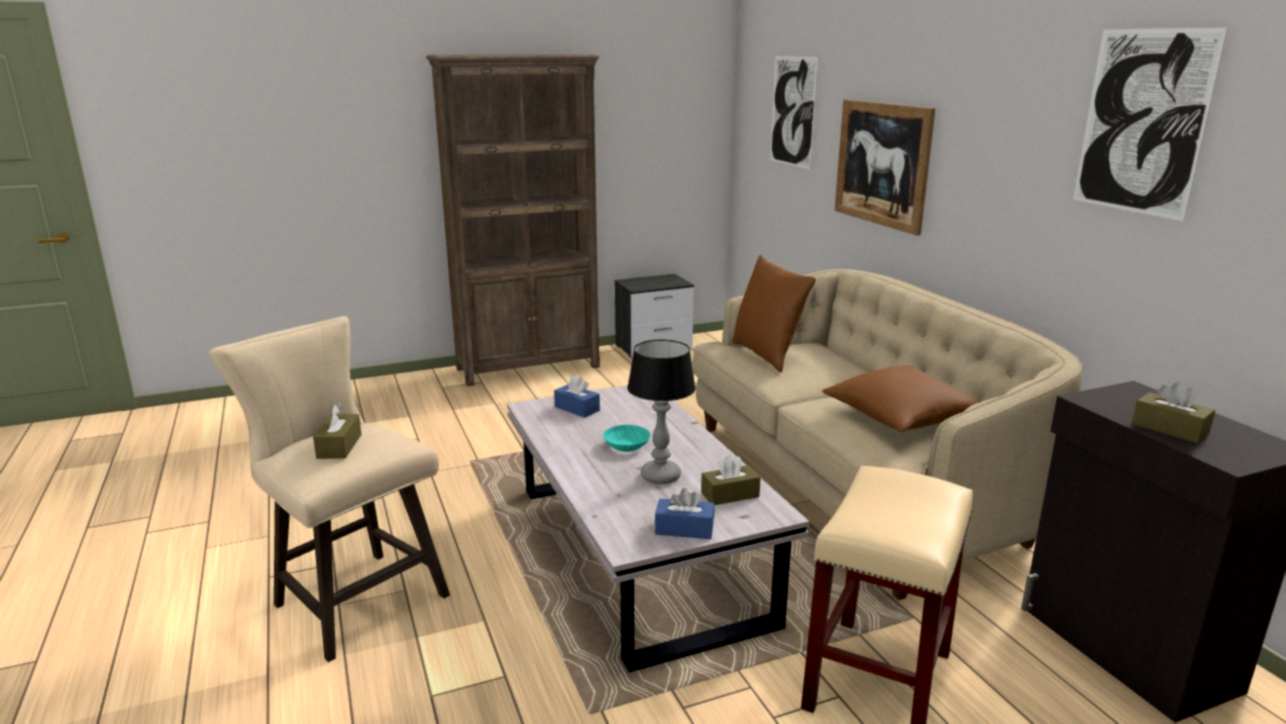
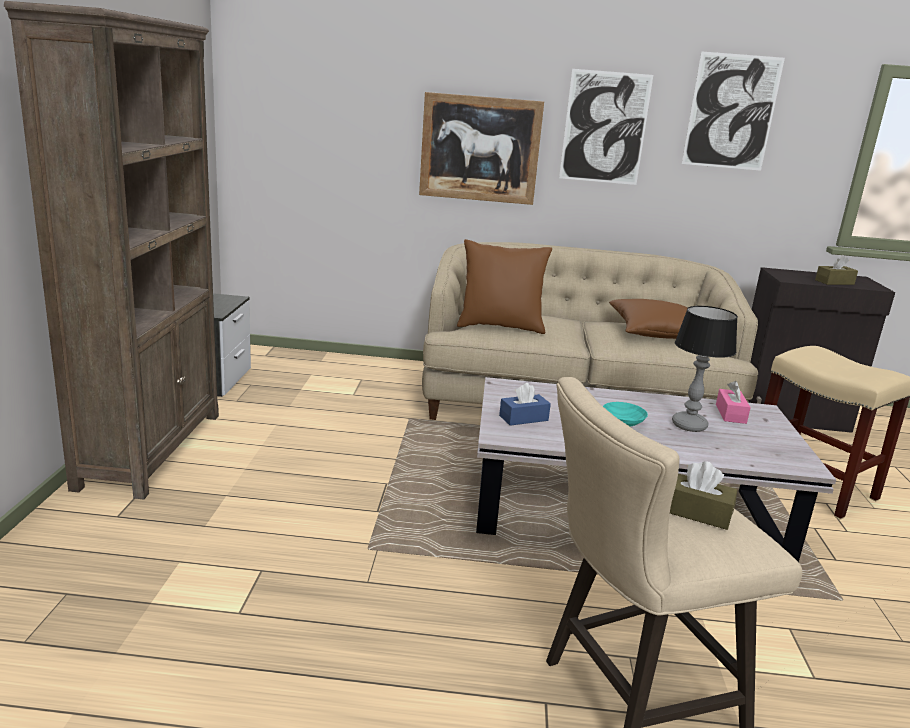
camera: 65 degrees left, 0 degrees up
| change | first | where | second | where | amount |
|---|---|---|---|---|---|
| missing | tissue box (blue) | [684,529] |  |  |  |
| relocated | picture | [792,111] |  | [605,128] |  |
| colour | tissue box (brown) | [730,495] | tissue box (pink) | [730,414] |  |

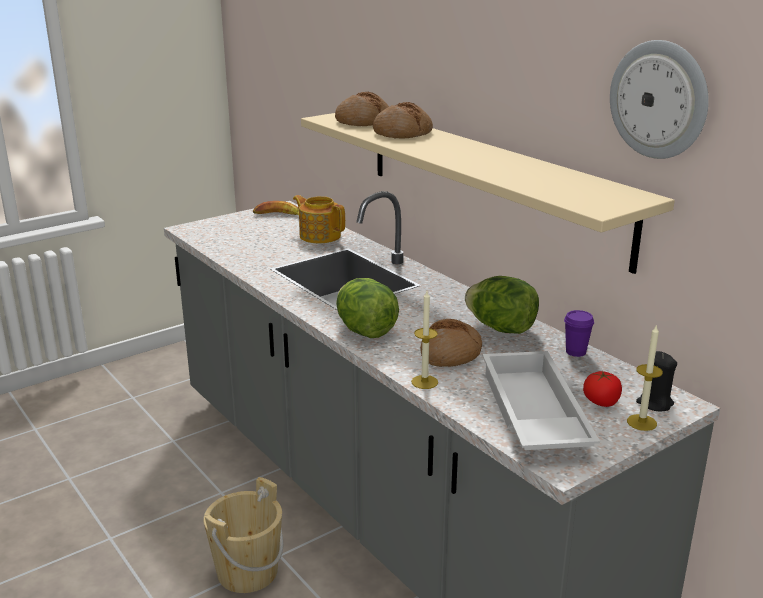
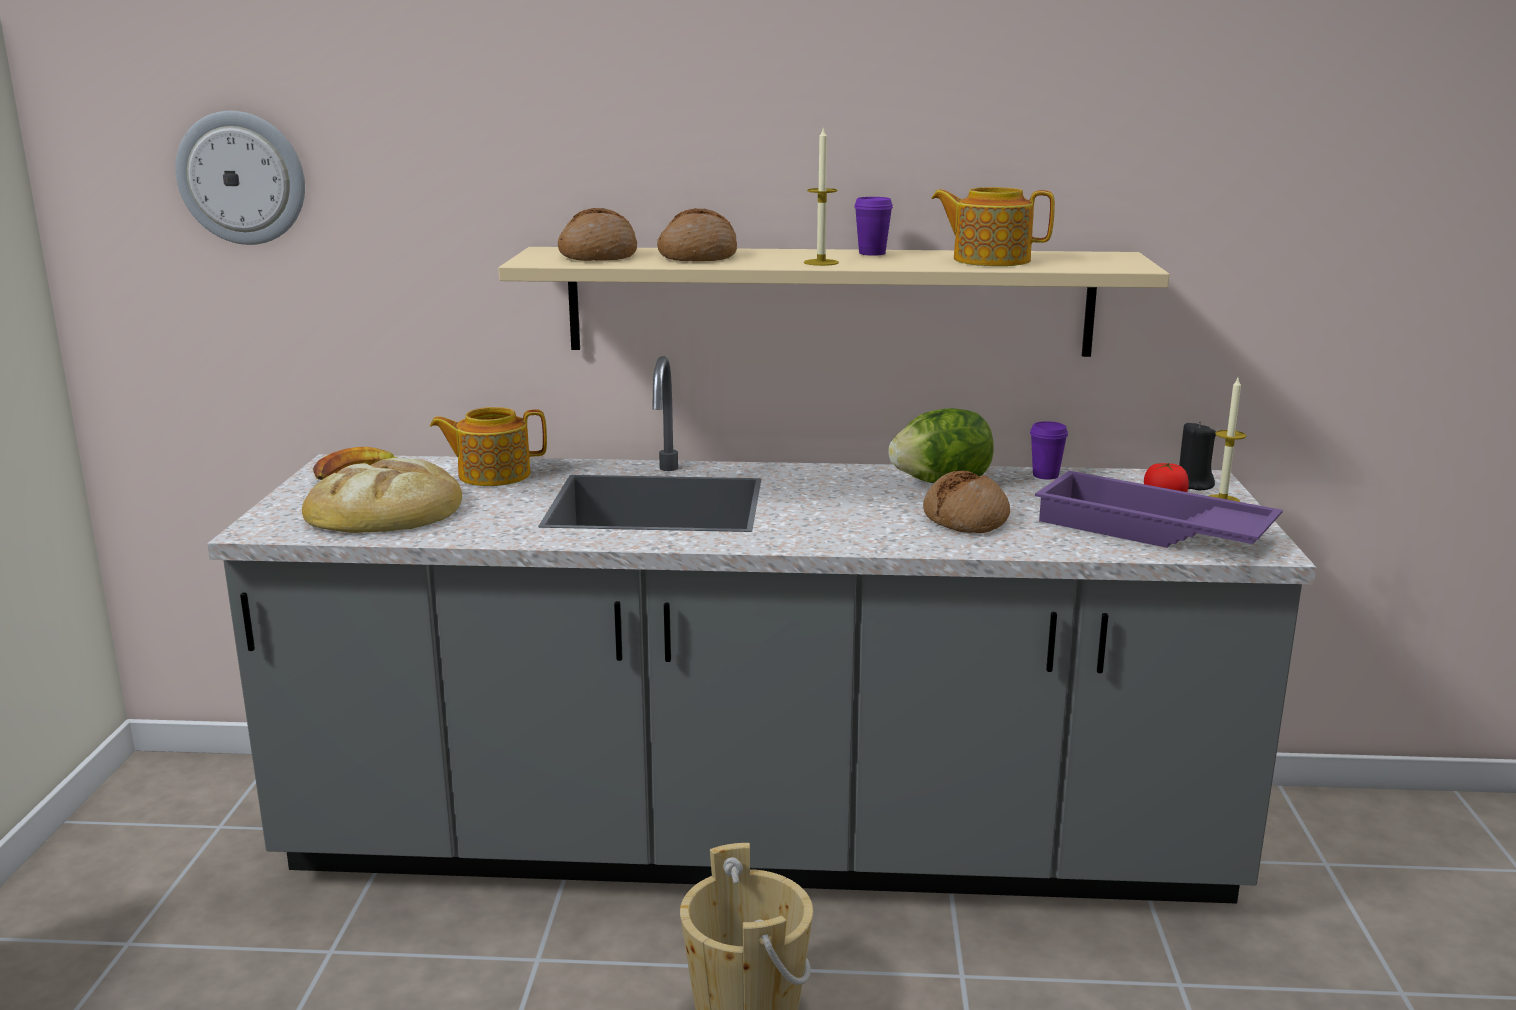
camera: 50 degrees left, 5 degrees down
| change | first | where | second | where | amount |
|---|---|---|---|---|---|
| missing | lettuce | [365,331] |  |  |  |
| appeared |  |  | bread | [386,510] |  |
| appeared |  |  | cup (purple) | [872,253] |  |
| appeared |  |  | teapot | [989,260] |  |
| relocated | candle | [424,382] |  | [821,262] |  |
| relocated | wall clock | [659,99] |  | [242,178] |  |
| colour | tray (white) | [531,413] | tray (purple) | [1150,530] |  |

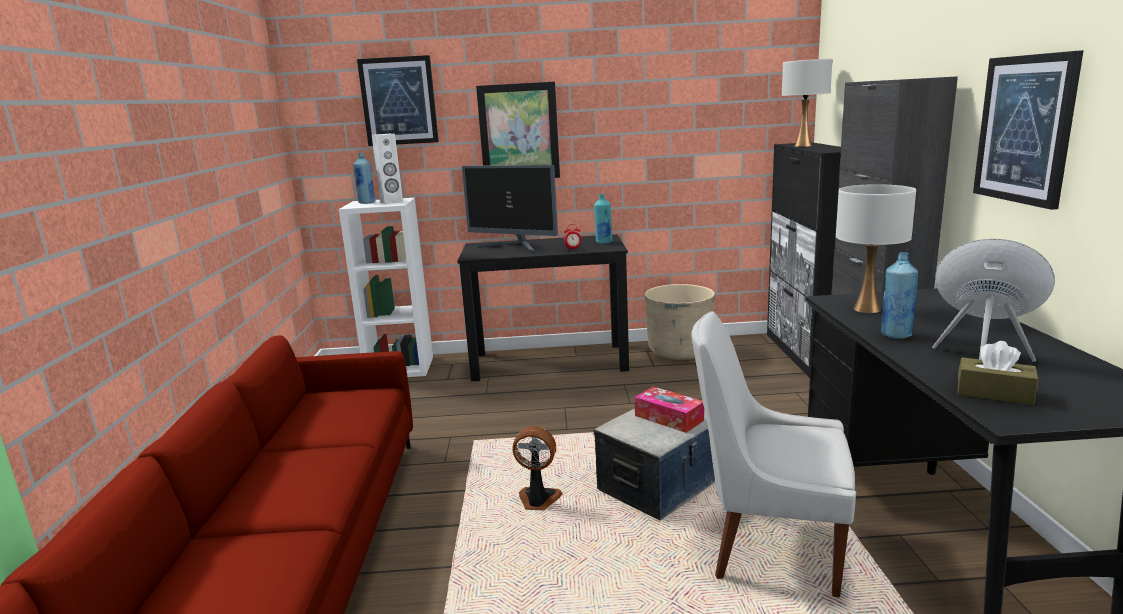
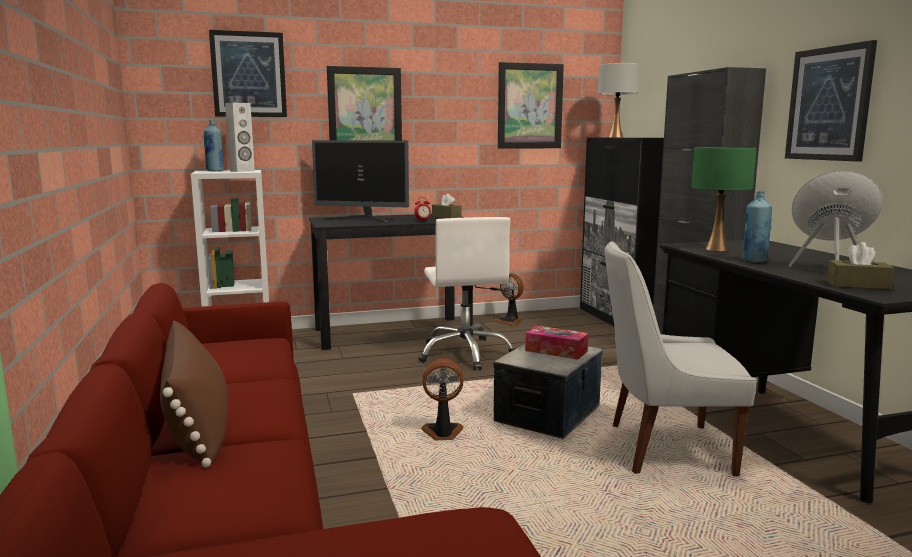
camera: 15 degrees left, 5 degrees down
| change | first | where | second | where | amount |
|---|---|---|---|---|---|
| appeared |  |  | pillow (brown) | [198,425] |  |
| appeared |  |  | office chair (white) | [465,353] |  |
| appeared |  |  | picture | [530,106] |  |
| exchanged | bottle (turquoise) | [603,242] | tissue box (brown) | [446,217] |  |
| exchanged | planter (beige) | [679,351] | fan | [510,321] |  |
| colour | table lamp (white) | [866,309] | table lamp (green) | [716,249] |  |

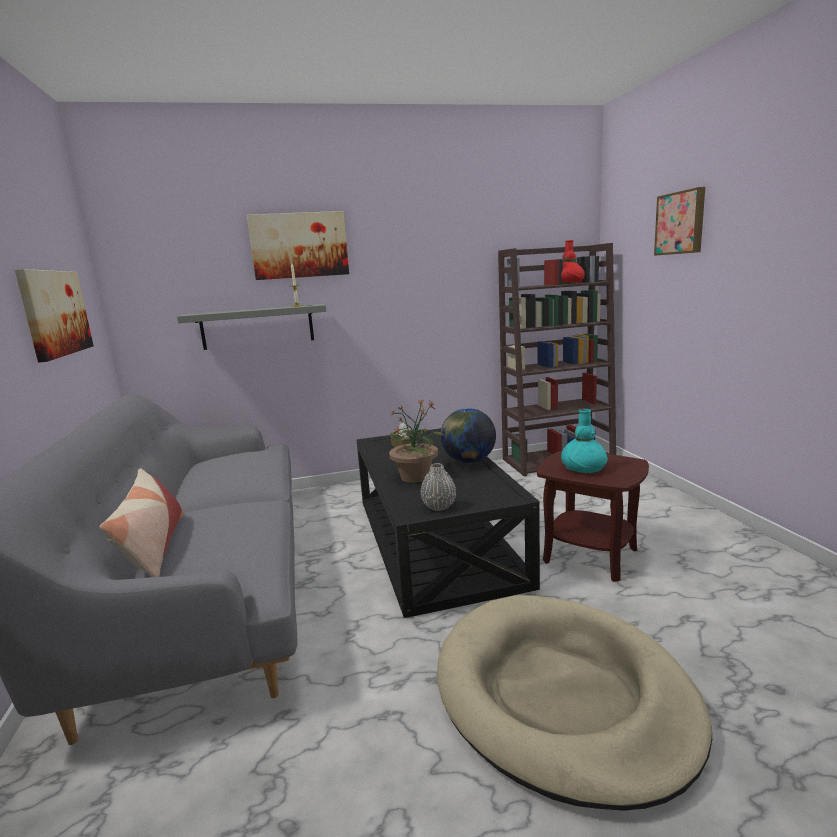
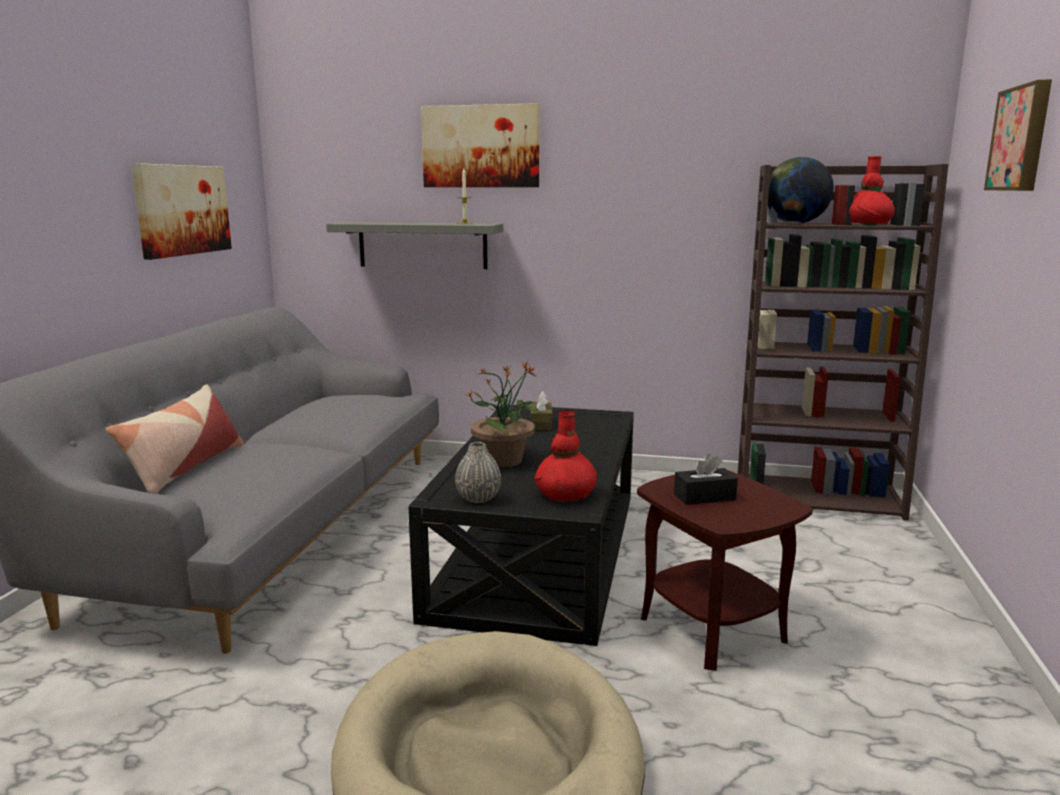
camera: 25 degrees right, 0 degrees up
| change | first | where | second | where | amount |
|---|---|---|---|---|---|
| appeared |  |  | vase (red) | [566,493] |  |
| relocated | globe | [468,461] |  | [795,223] |  |
| exchanged | vase (turquoise) | [583,468] | tissue box (black) | [704,497] |  |

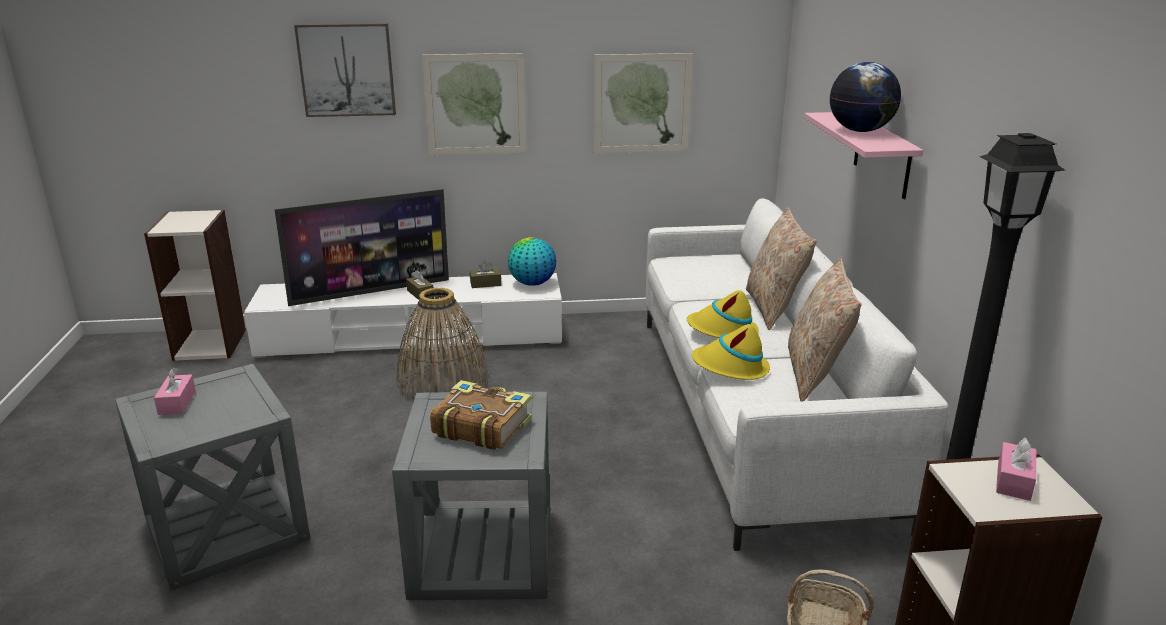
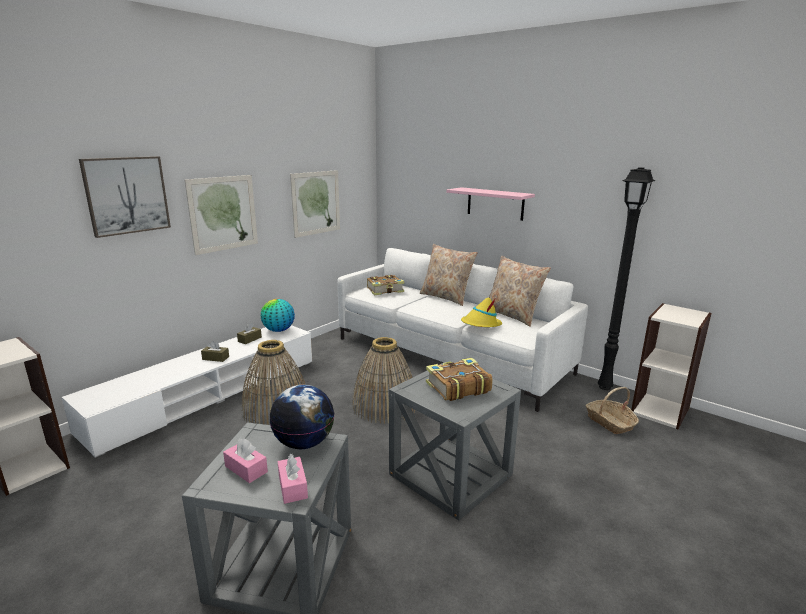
camera: 45 degrees left, 5 degrees down
| change | first | where | second | where | amount |
|---|---|---|---|---|---|
| missing | television | [371,292] |  |  |  |
| missing | hat (yellow) | [722,331] |  |  |  |
| appeared |  |  | basket | [385,405] |  |
| appeared |  |  | book | [385,290] |  |
| relocated | globe | [860,131] |  | [304,443] |  |
| relocated | tissue box (pink) | [1013,481] |  | [293,487] |  |

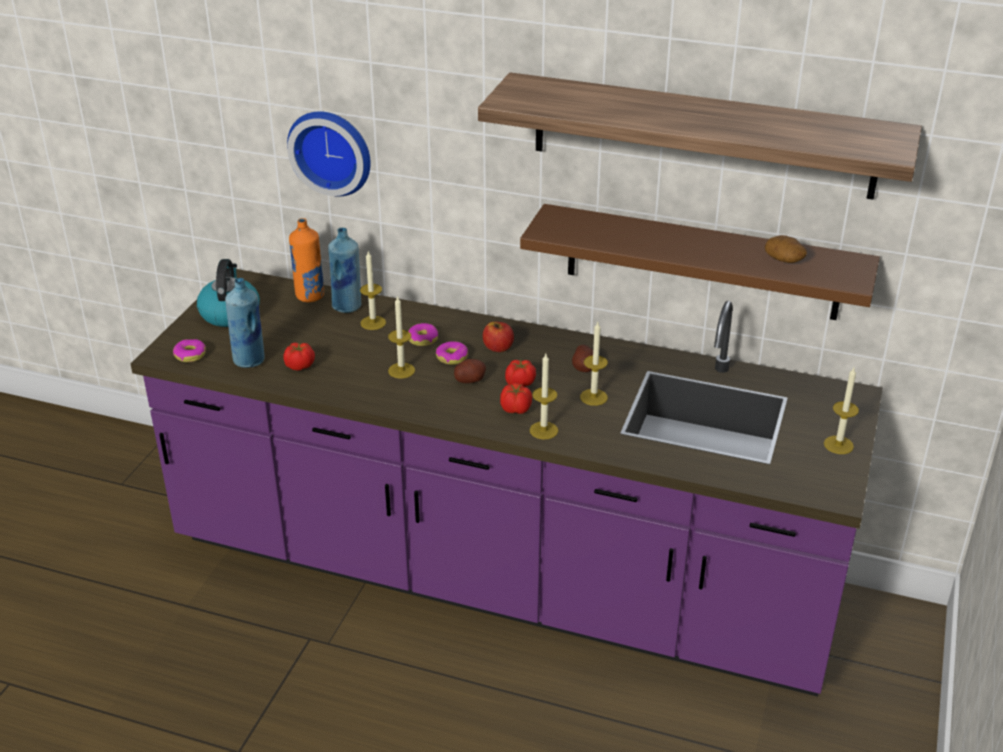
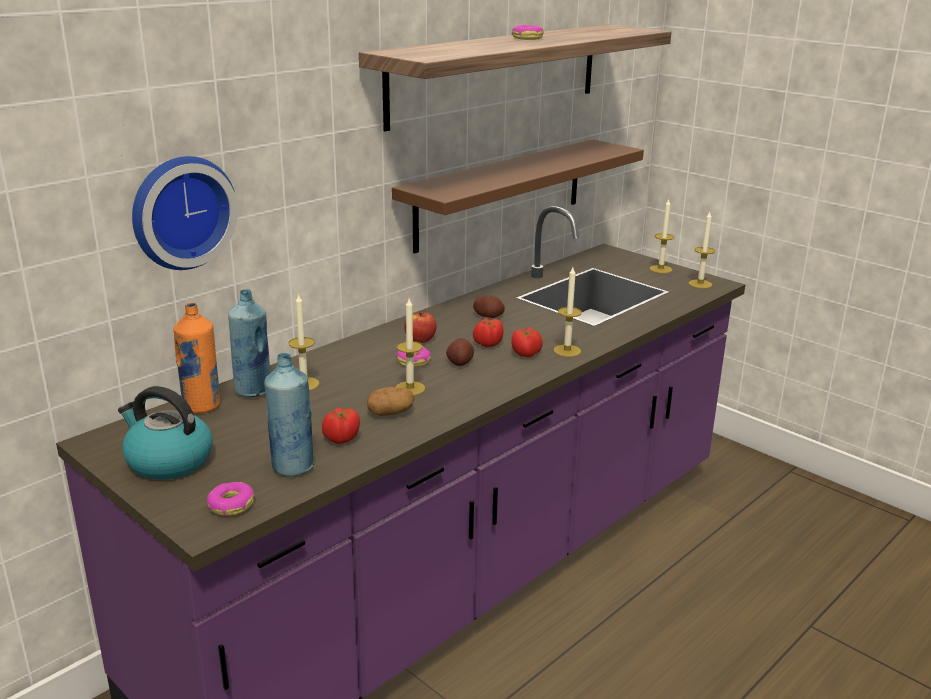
camera: 65 degrees left, 10 degrees down
| change | first | where | second | where | amount |
|---|---|---|---|---|---|
| relocated | donut | [423,339] |  | [527,38] |  |
| relocated | candle | [593,397] |  | [700,284] |  |
| relocated | potato | [784,260] |  | [391,412] |  |

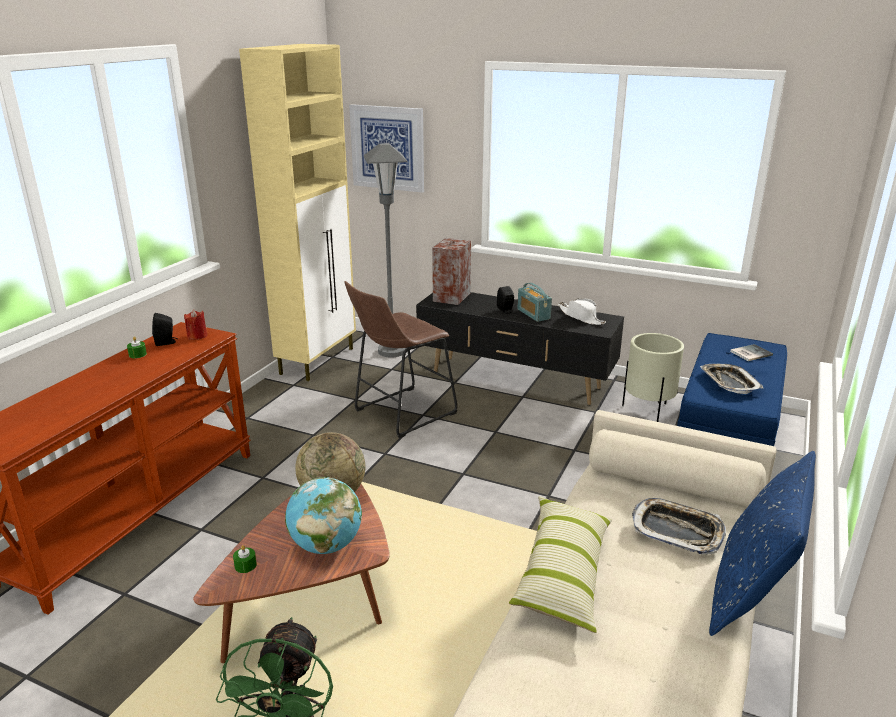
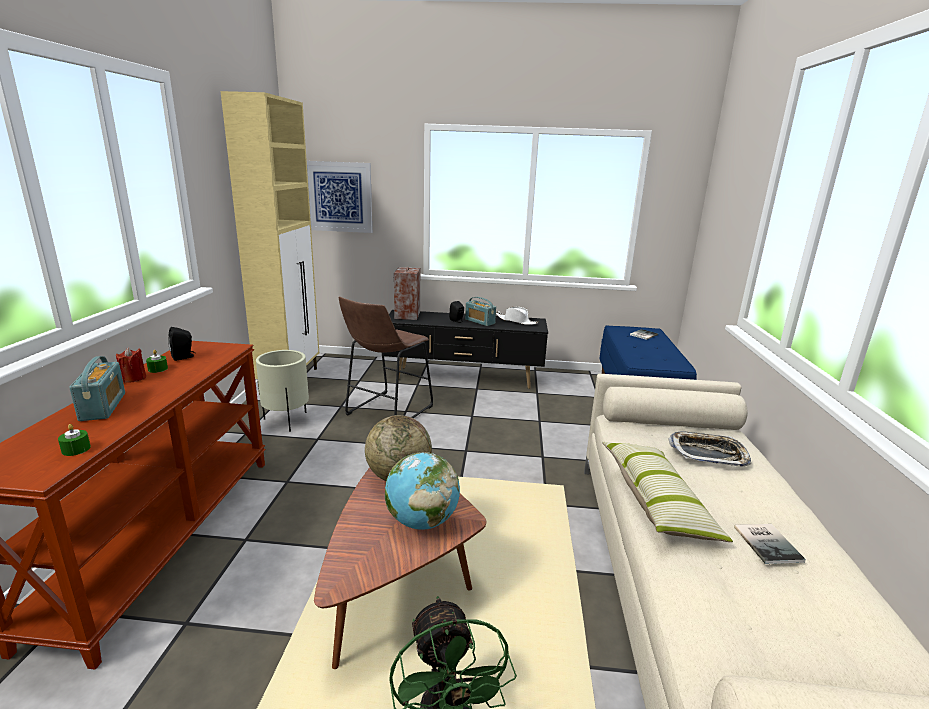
camera: 20 degrees left, 5 degrees down
| change | first | where | second | where | amount |
|---|---|---|---|---|---|
| missing | floor lamp (grey) | [391,351] |  |  |  |
| missing | tray | [729,382] |  |  |  |
| missing | pillow (blue) | [751,595] |  |  |  |
| appeared |  |  | radio | [103,406] |  |
| appeared |  |  | book | [768,543] |  |
| relocated | candle (red) | [197,336] |  | [133,378] |  |
| relocated | candle (green) | [245,565] |  | [76,449] |  |
| relocated | planter (beige) | [648,411] |  | [287,421] |  |

